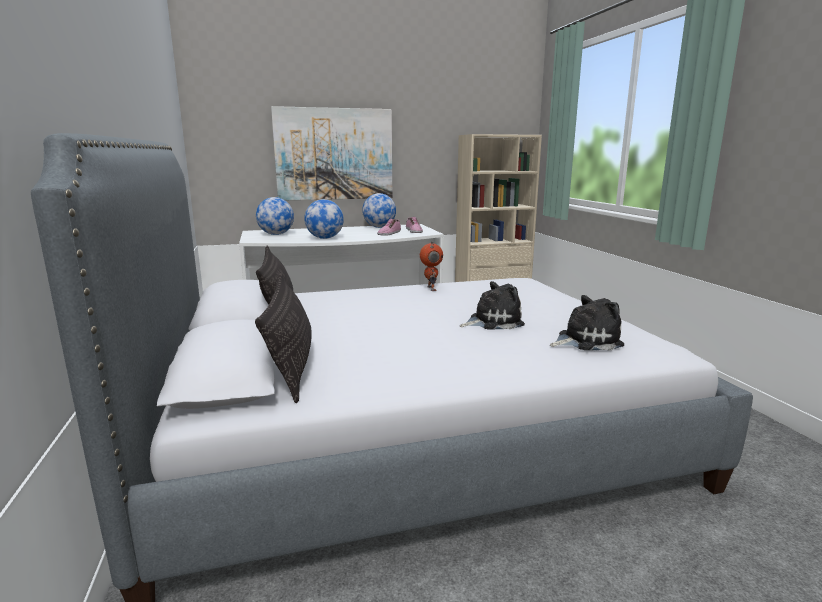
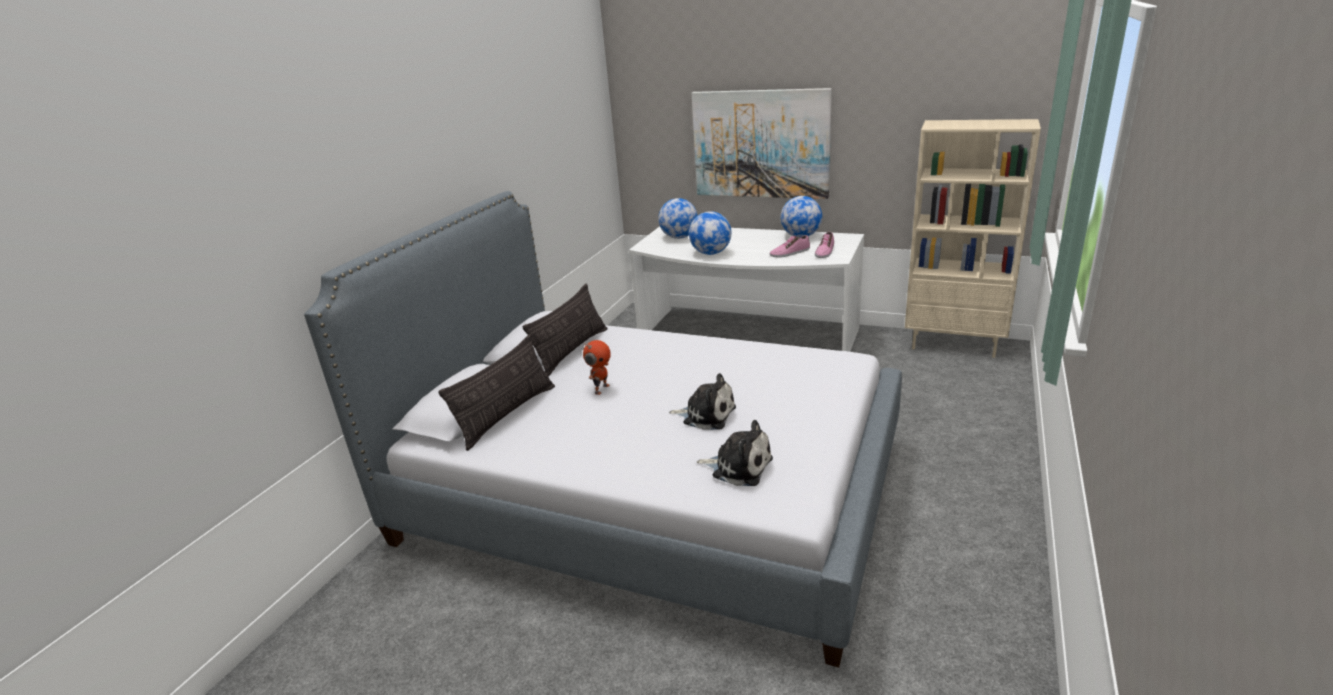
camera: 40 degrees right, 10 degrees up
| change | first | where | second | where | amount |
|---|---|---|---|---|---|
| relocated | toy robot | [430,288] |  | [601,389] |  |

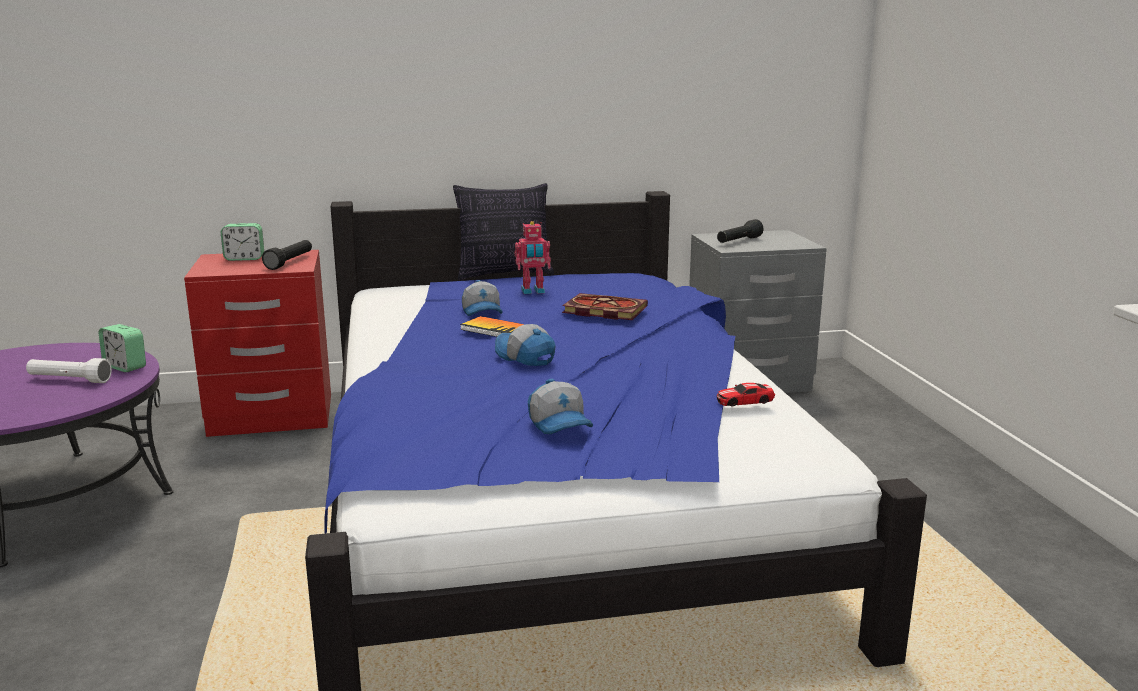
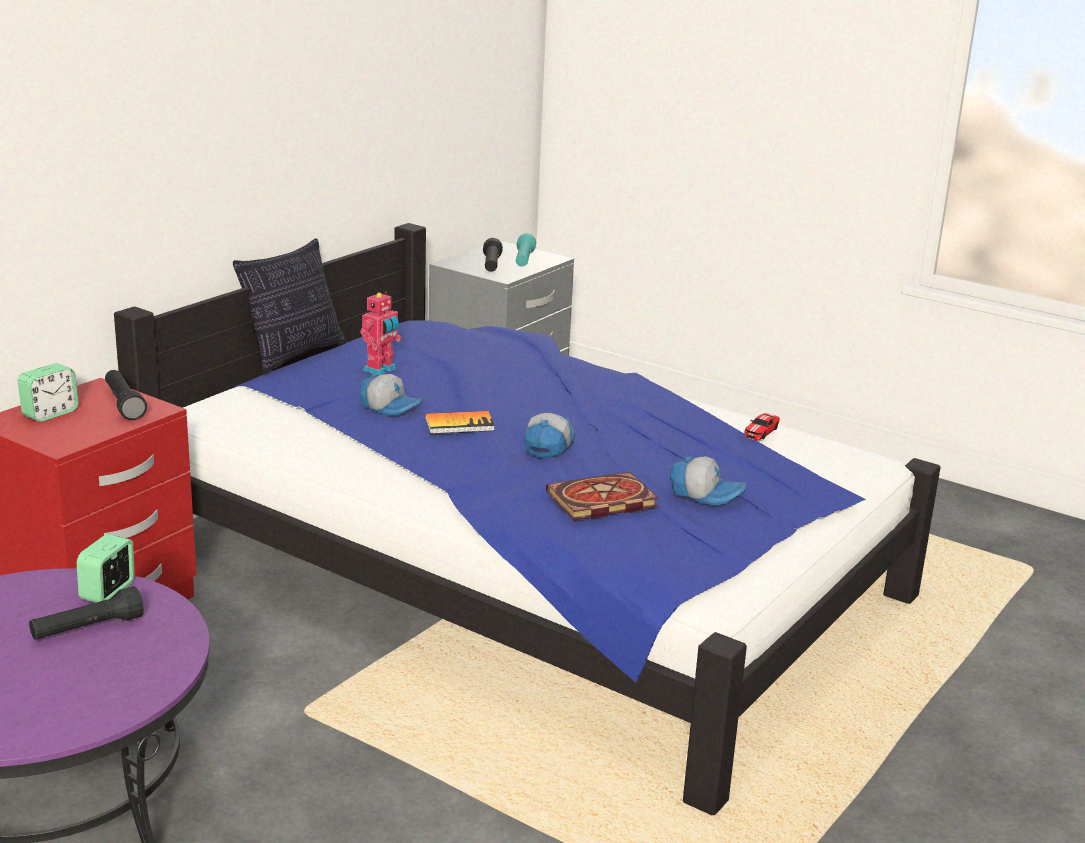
camera: 45 degrees left, 5 degrees up
| change | first | where | second | where | amount |
|---|---|---|---|---|---|
| appeared |  |  | flashlight (turquoise) | [524,260] |  |
| relocated | book | [602,310] |  | [600,501] |  |
| colour | flashlight (white) | [69,380] | flashlight (black) | [87,629] |  |
| spun | alarm clock | [125,367] |  | [108,592] | 120 degrees clockwise |
| spun | cap | [524,357] |  | [548,444] | 105 degrees clockwise |

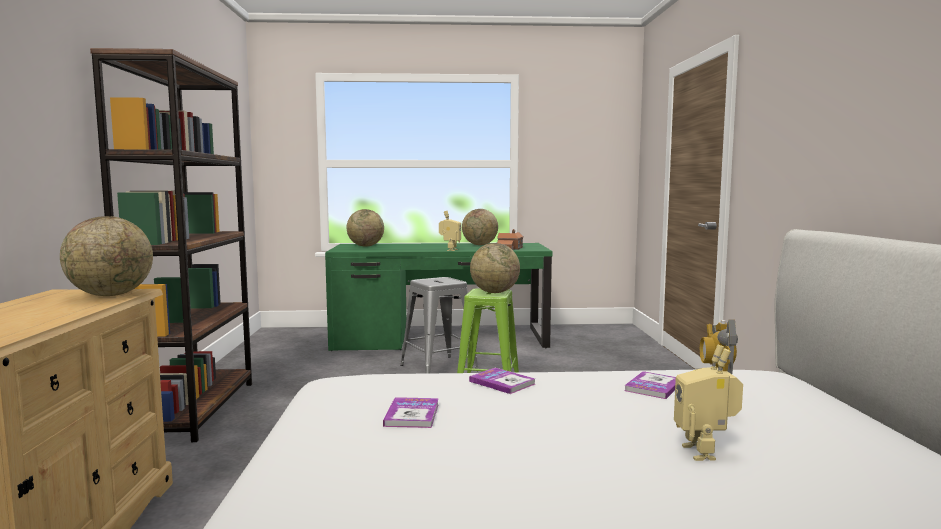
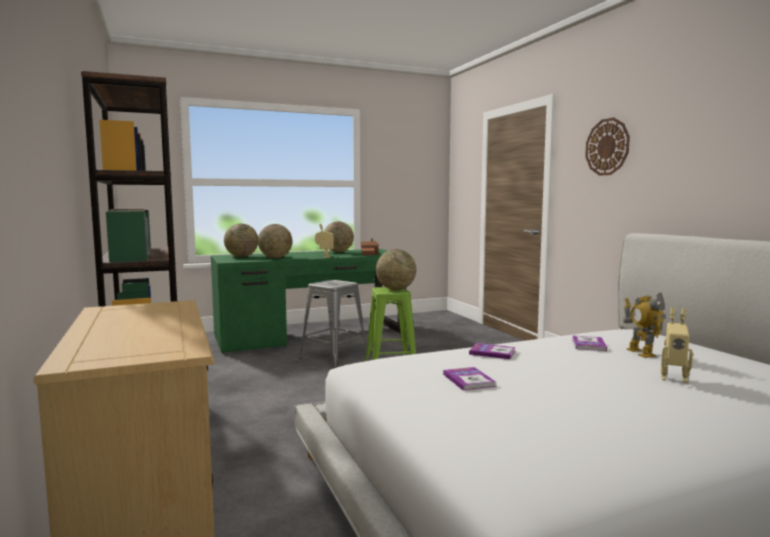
camera: 20 degrees left, 0 degrees up
| change | first | where | second | where | amount |
|---|---|---|---|---|---|
| appeared |  |  | wall clock | [607,147] |  |
| relocated | globe | [111,295] |  | [275,257] |  |
| spun | toy robot | [705,452] |  | [673,378] | 45 degrees counterclockwise |

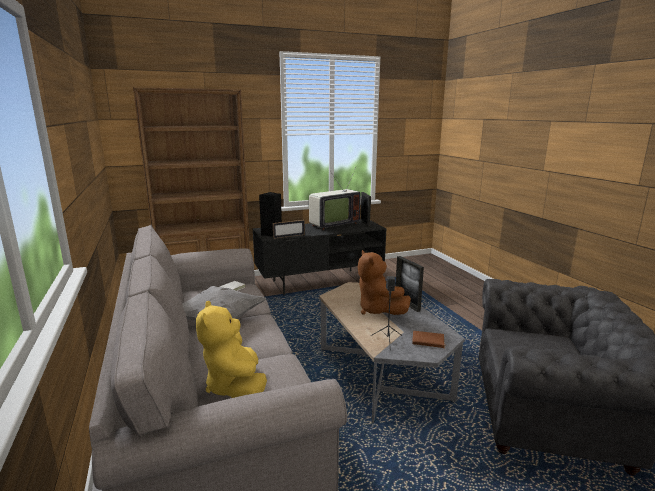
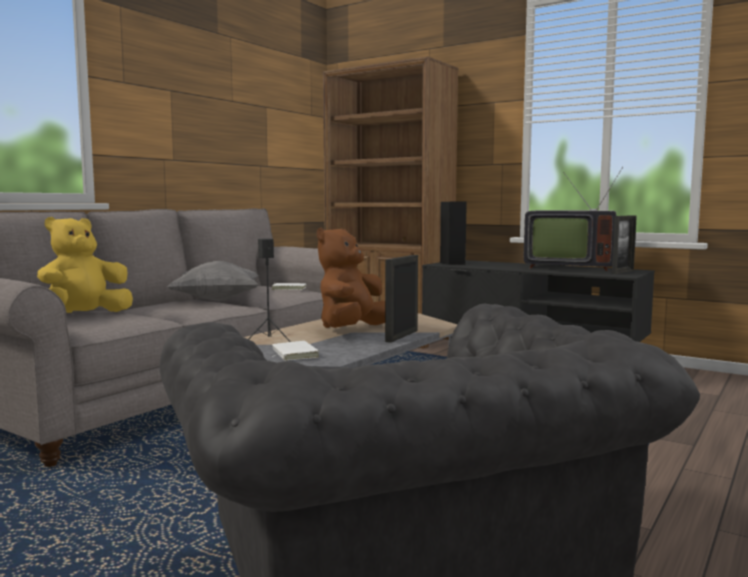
camera: 55 degrees right, 10 degrees down
| change | first | where | second | where | amount |
|---|---|---|---|---|---|
| missing | picture frame | [289,236] |  |  |  |
| colour | book (brown) | [428,342] | book (white) | [293,354] |  |

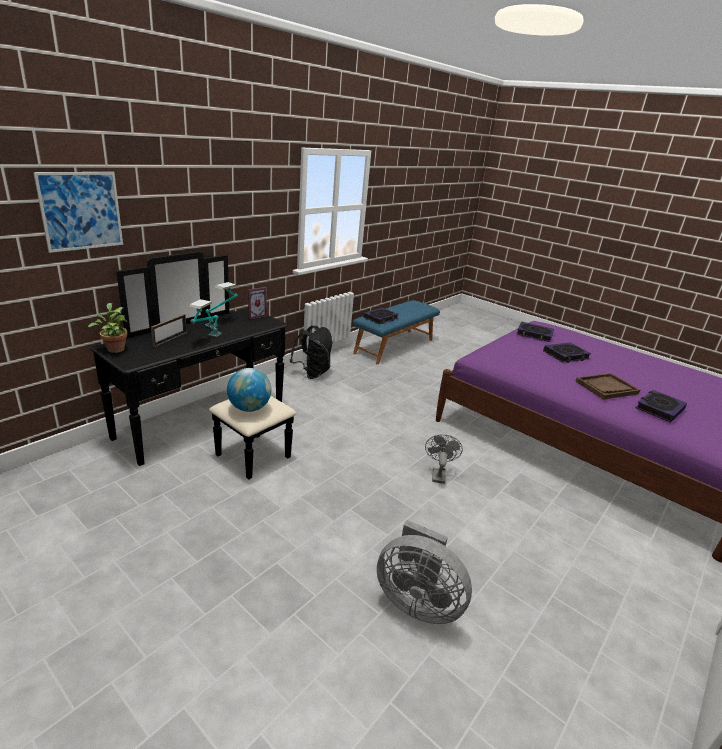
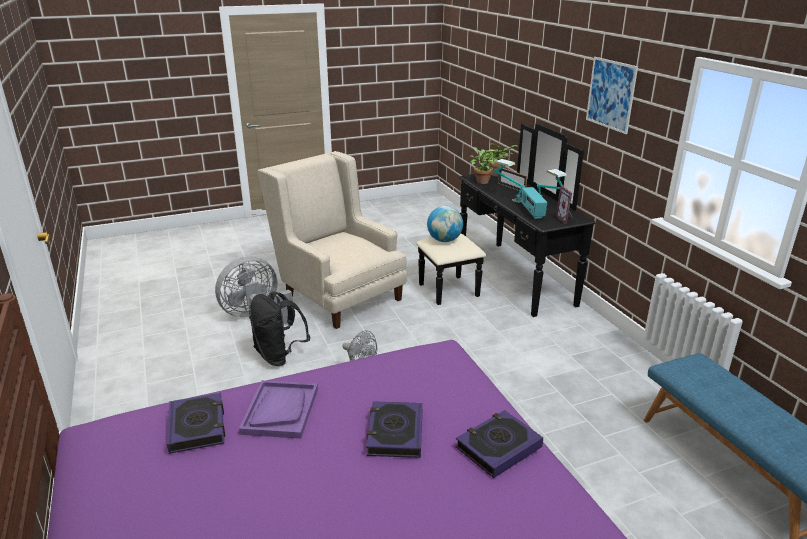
camera: 120 degrees right, 0 degrees up
| change | first | where | second | where | amount |
|---|---|---|---|---|---|
| missing | book | [380,318] |  |  |  |
| appeared |  |  | armchair (beige) | [337,294] |  |
| appeared |  |  | potted plant | [481,181] |  |
| appeared |  |  | radio | [532,212] |  |
| relocated | picture | [81,211] |  | [611,94] |  |
| relocated | backpack (black) | [312,373] |  | [279,356] |  |
| colour | tray (brown) | [606,387] | tray (purple) | [280,410] |  |

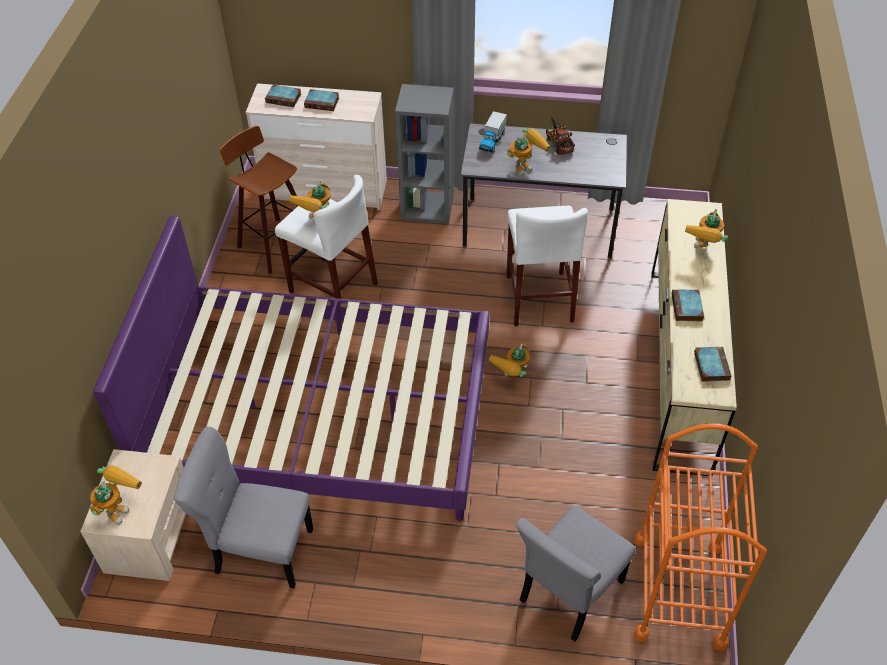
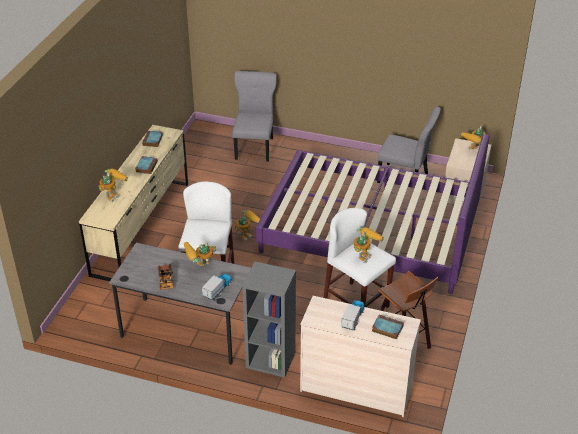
camera: 170 degrees left, 10 degrees down
| change | first | where | second | where | amount |
|---|---|---|---|---|---|
| missing | cart (orange) | [679,591] |  |  |  |
| exchanged | book | [323,102] | toy truck | [353,319] |  |
| spun | chair (grey) | [568,593] |  | [255,147] | 45 degrees counterclockwise |

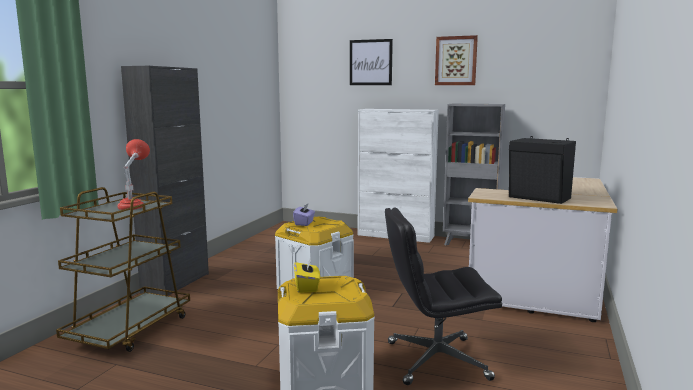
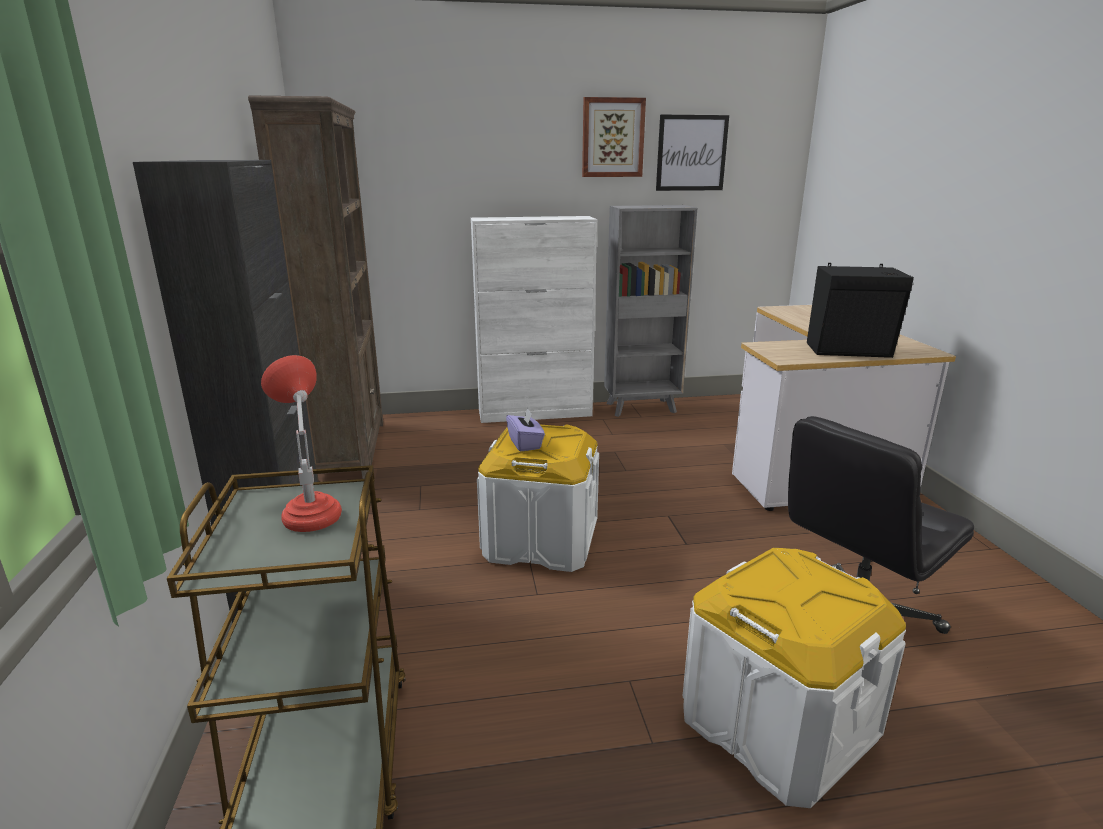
camera: 30 degrees left, 10 degrees up
| change | first | where | second | where | amount |
|---|---|---|---|---|---|
| missing | tissue box (yellow) | [307,287] |  |  |  |
| appeared |  |  | bookcase (brown) | [349,451] |  |
| relocated | picture | [370,62] |  | [691,153] |  |

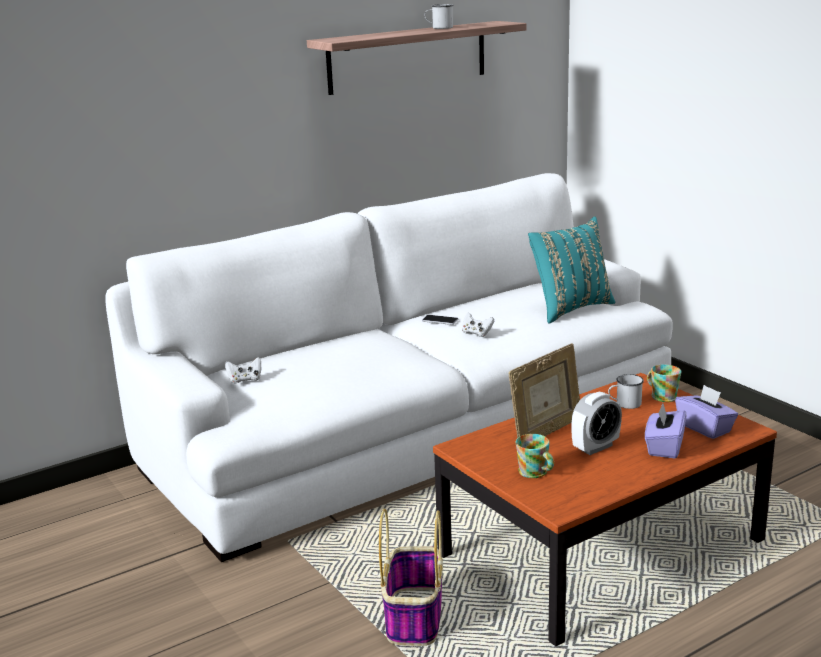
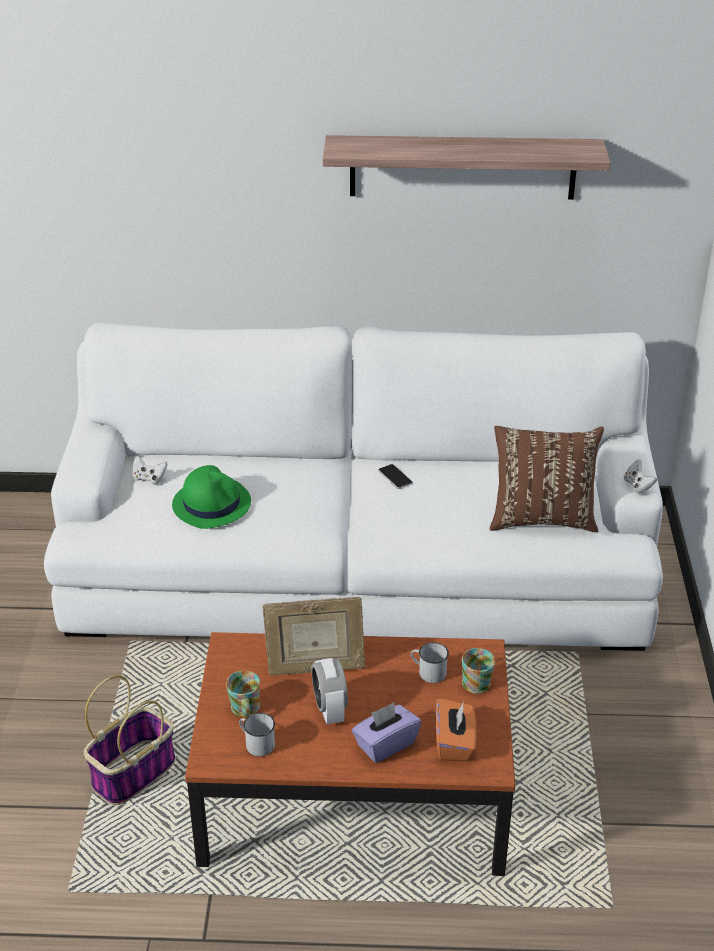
camera: 35 degrees right, 15 degrees up
| change | first | where | second | where | amount |
|---|---|---|---|---|---|
| appeared |  |  | hat (green) | [211,504] |  |
| relocated | mug (white) | [439,28] |  | [256,743] |  |
| relocated | game controller (white) | [477,333] |  | [637,486] |  |
| colour | pillow (turquoise) | [570,309] | pillow (brown) | [541,518] |  |
| colour | tissue box (purple) | [705,428] | tissue box (orange) | [454,743] |  |
| spun | alarm clock | [595,447] |  | [330,710] | 75 degrees clockwise |

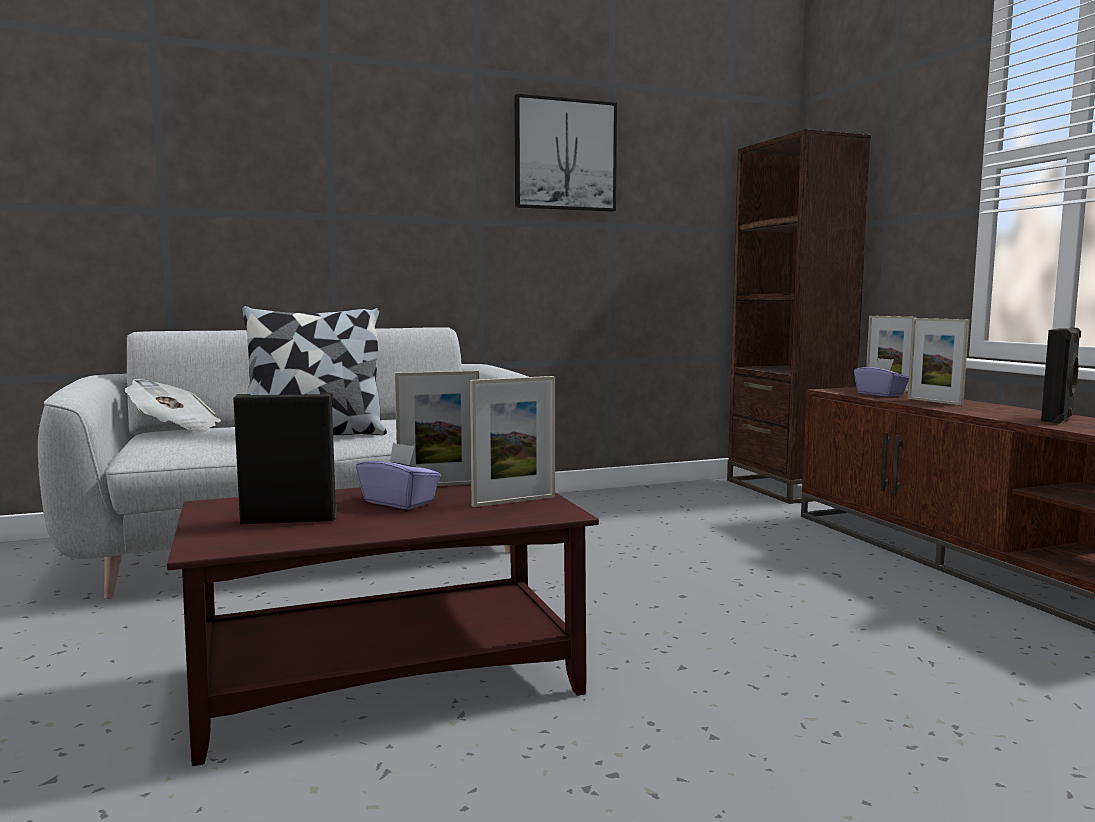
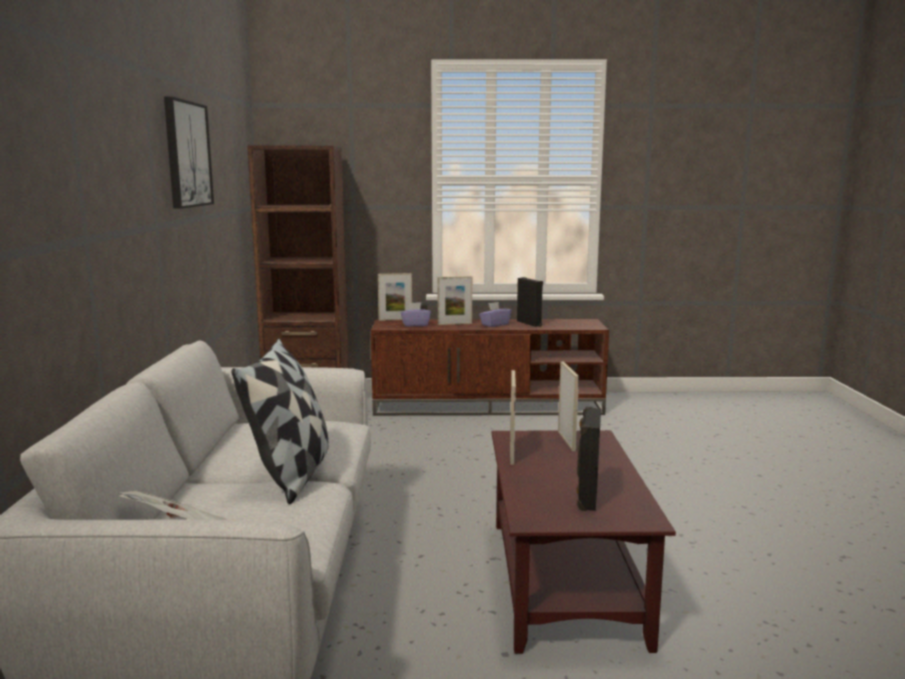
camera: 70 degrees left, 5 degrees up
| change | first | where | second | where | amount |
|---|---|---|---|---|---|
| relocated | tissue box (purple) | [399,502] |  | [494,324] |  |

